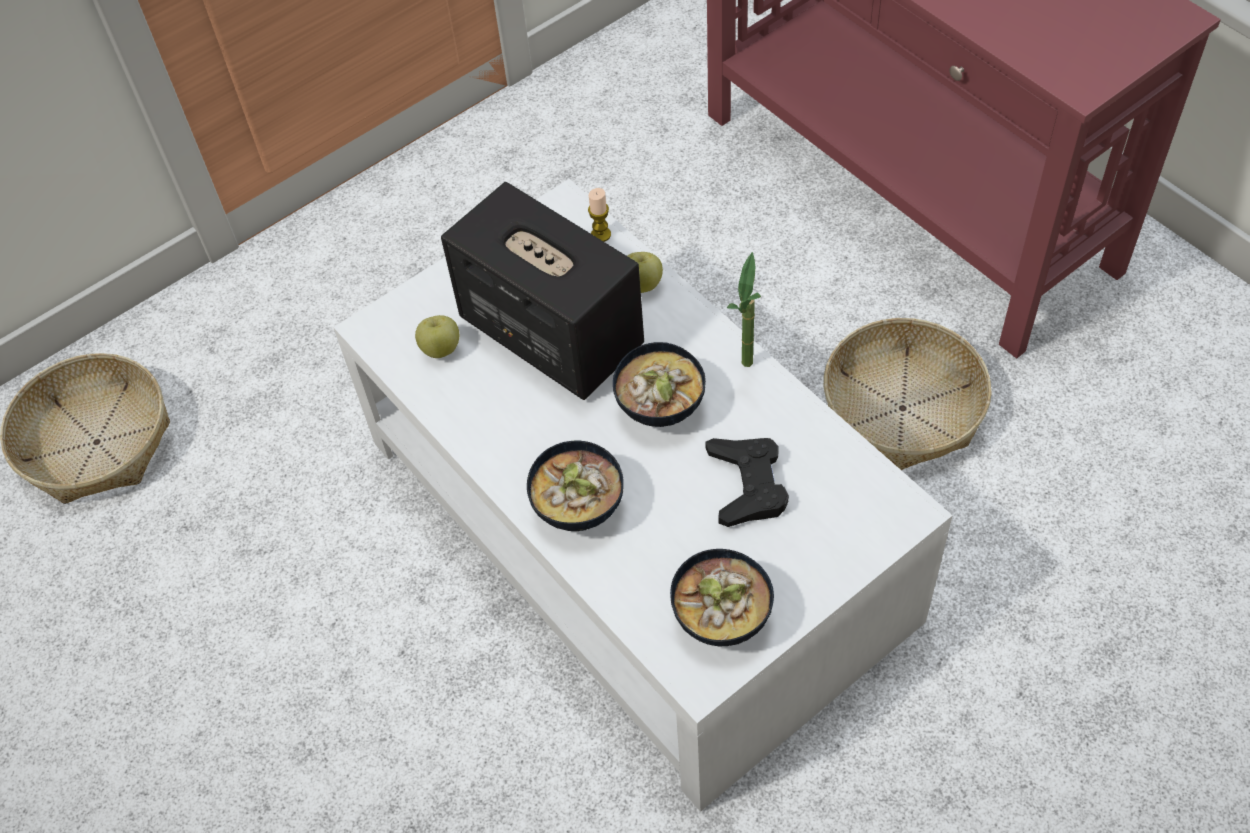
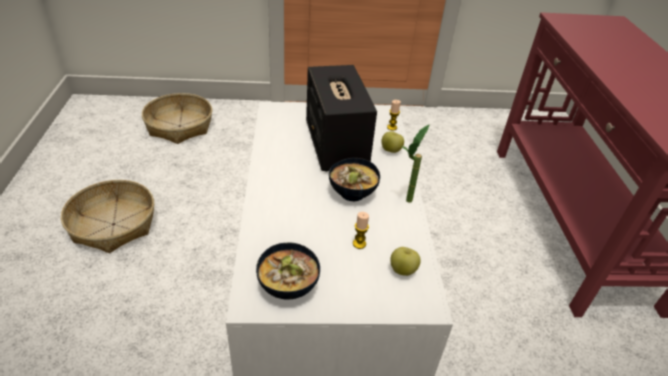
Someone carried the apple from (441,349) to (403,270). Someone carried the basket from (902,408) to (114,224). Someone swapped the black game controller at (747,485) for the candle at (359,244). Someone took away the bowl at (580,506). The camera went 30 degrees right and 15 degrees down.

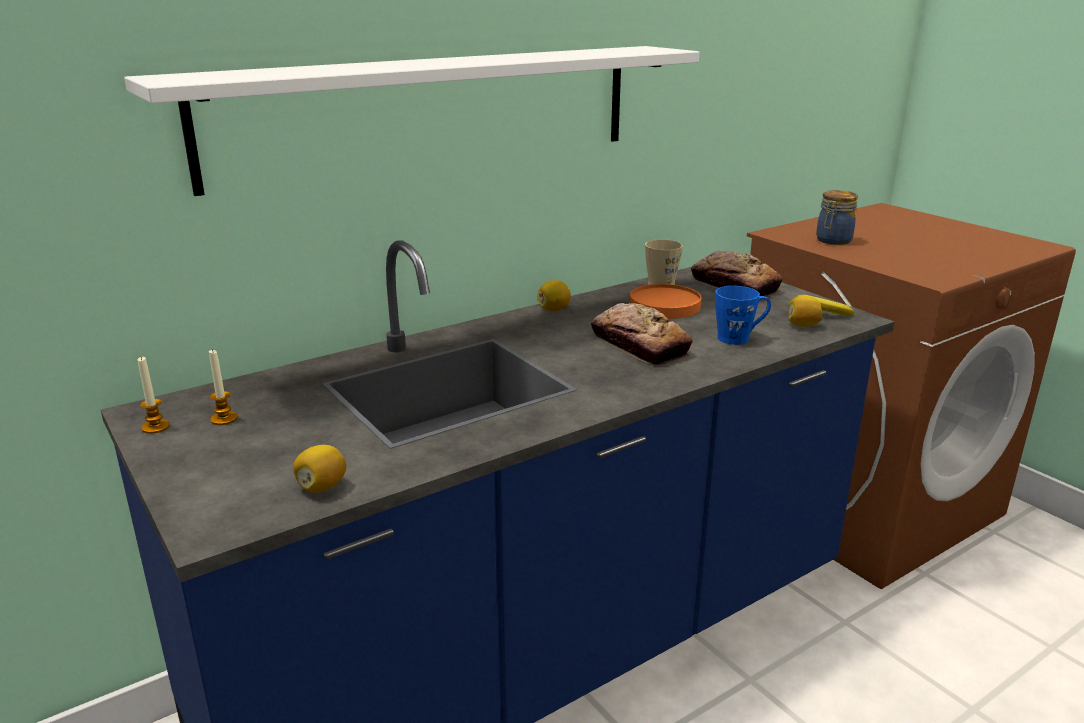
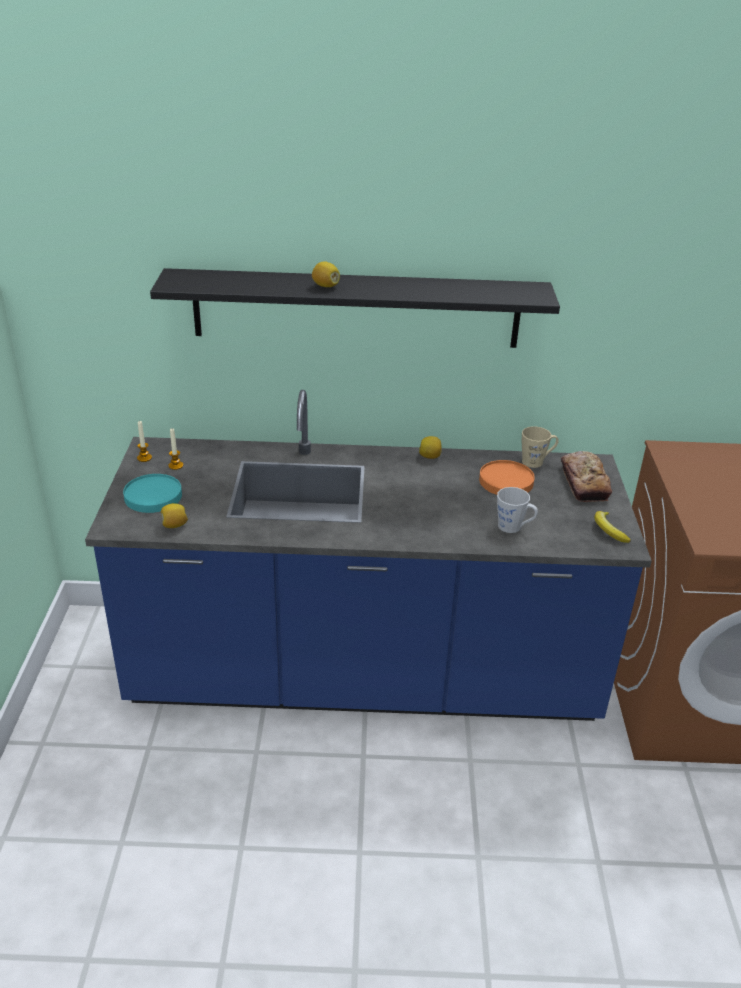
Someone repainted the white shelf at (432,112), which became the black shelf at (356,308). Someone took away the jar at (832,241). Someone repainted the blue mug at (739,338), which became the grey mug at (514,527). Someone carried the lemon from (802,325) to (325,286). Someone took away the bread at (639,345). Someone put down the turquoise plate at (153,496). The camera went 35 degrees right and 10 degrees up.

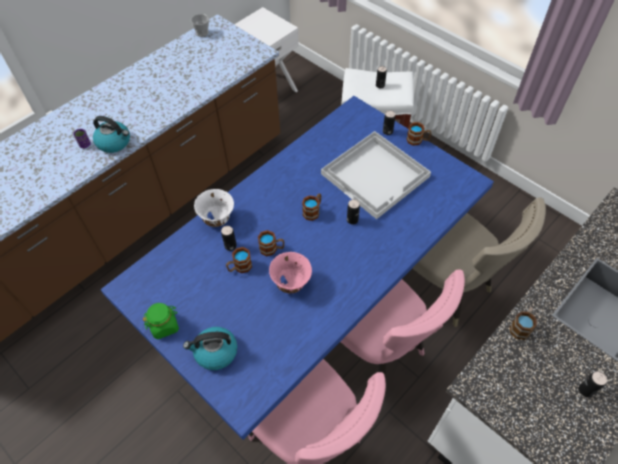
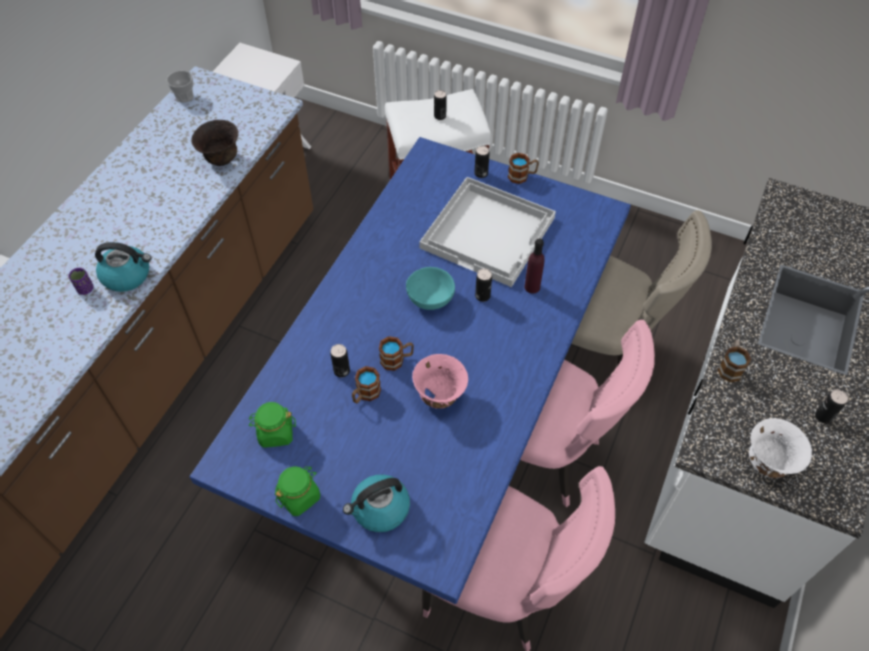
Someone carried the white bowl from (217,219) to (767,462). Someone swapped the mug at (313,211) for the turquoise bowl at (429,298). Someone put down the brown bowl at (221,159). Someone put down the purple bottle at (532,287). Someone put down the green jar at (275,433). The camera went 20 degrees left and 0 degrees up.

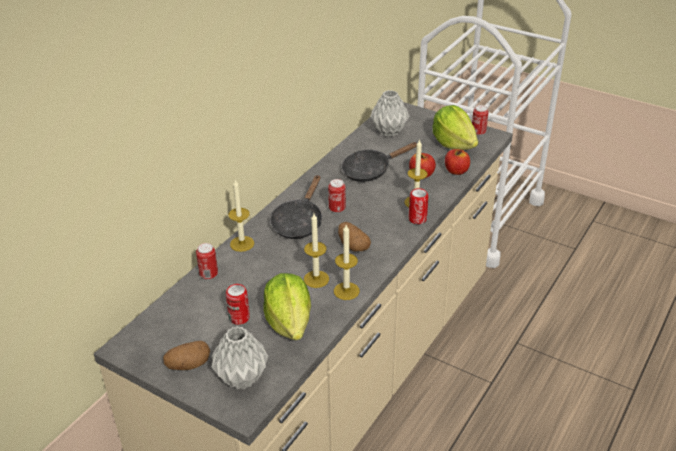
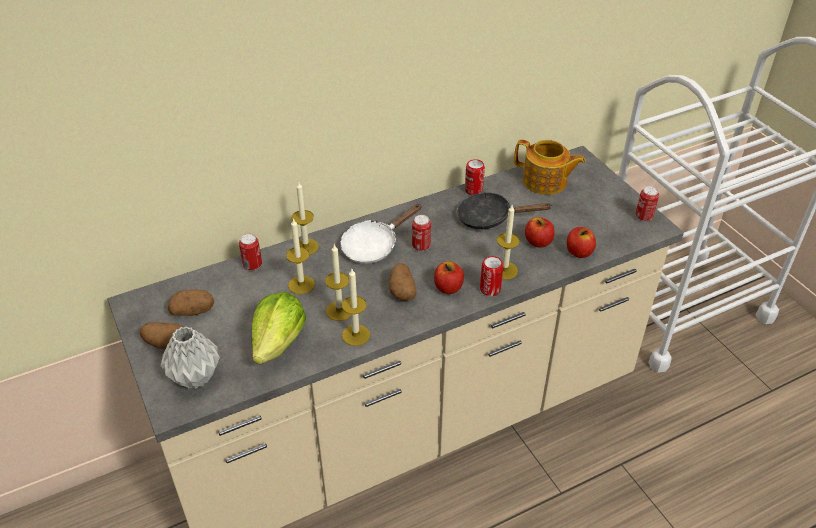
Someone swapped the grey vase at (388,132) for the teapot at (545,182). Someone took away the lettuce at (453,144). Someone repainted the black frying pan at (298,222), which became the white frying pan at (374,246). Someone carried the can from (239,318) to (473,190). Someone put down the candle at (301,285). Someone put down the apple at (448,288). Someone put down the potato at (193,311). The camera went 30 degrees right and 5 degrees up.

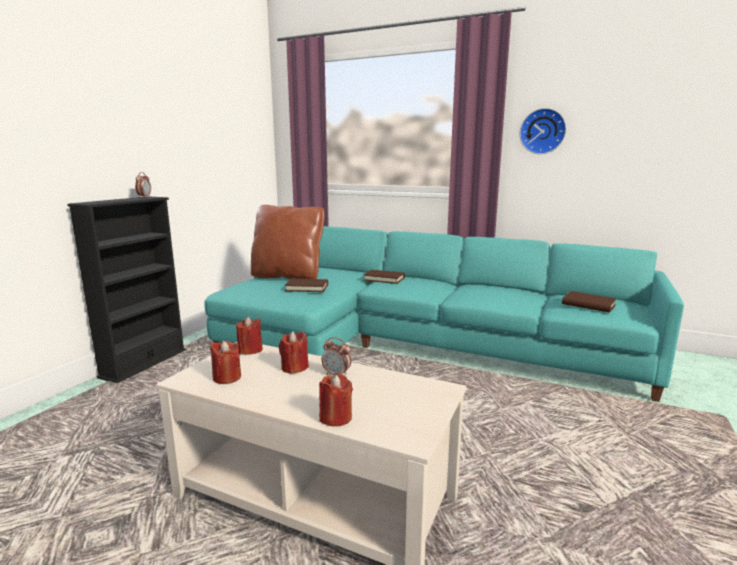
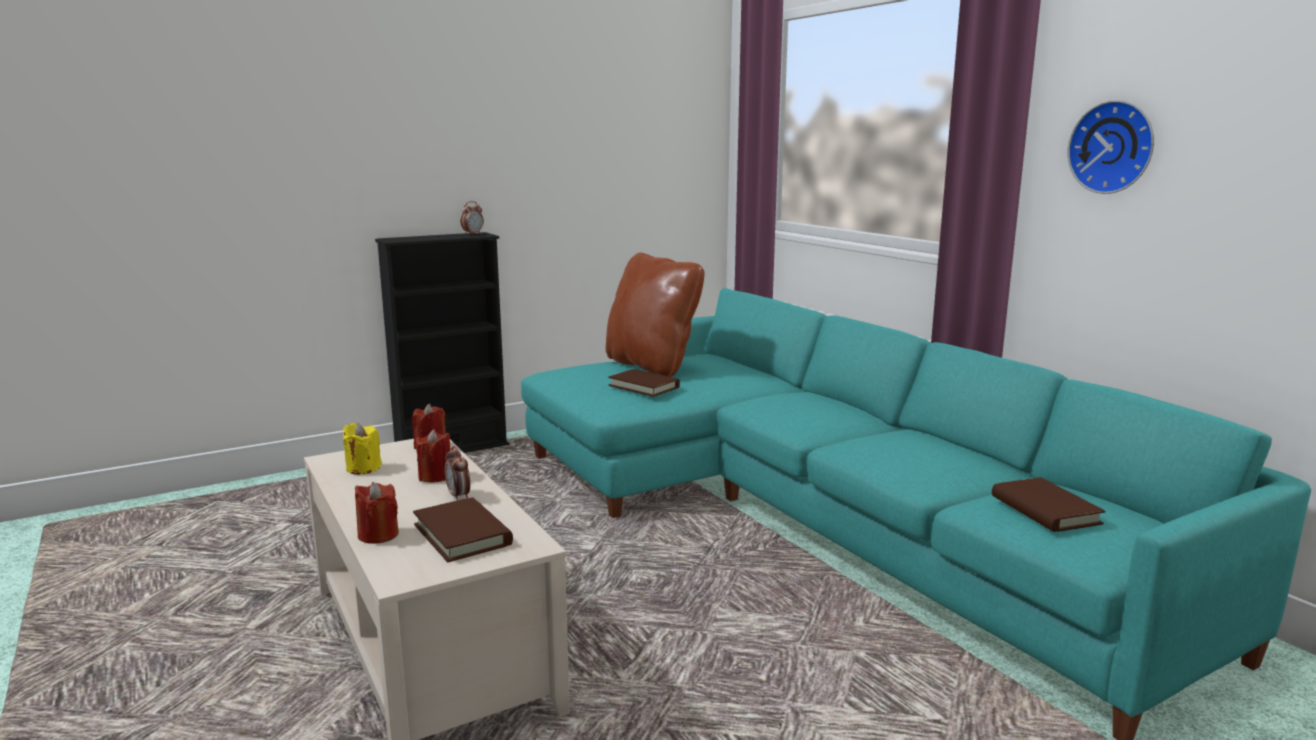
Someone carried the brown book from (384,279) to (462,534). Someone repainted the red candle at (227,377), which became the yellow candle at (363,468). The camera went 35 degrees right and 0 degrees up.

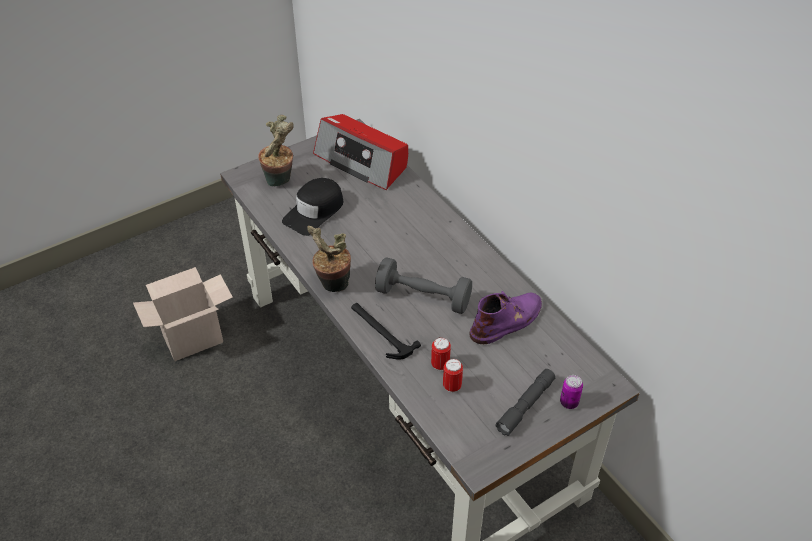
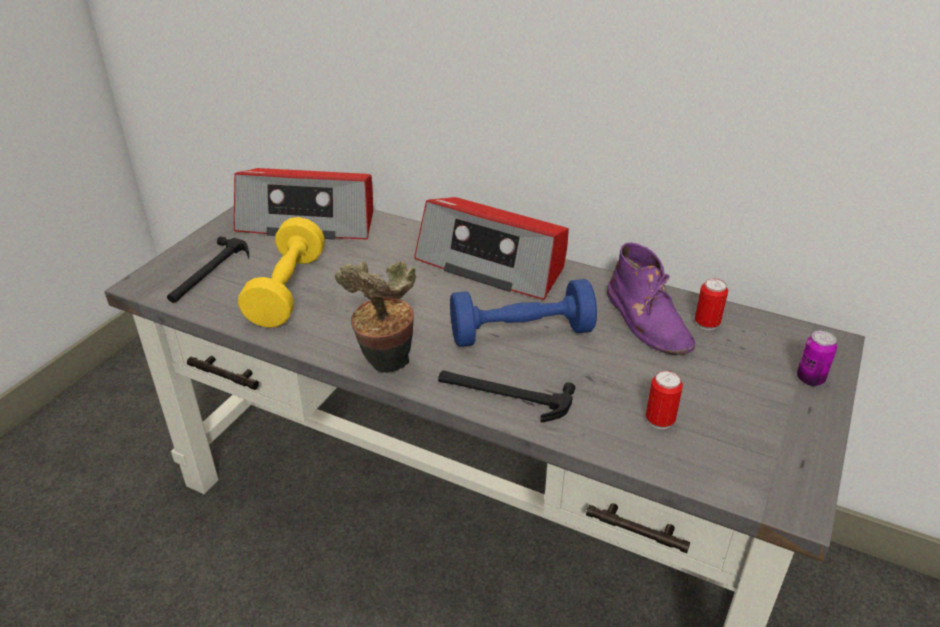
Someone swapped the potted plant at (280,181) for the hammer at (208,273). Someone swapped the black cap at (314,211) for the yellow dumbbell at (287,290). Someone repainted the grey dumbbell at (423,297), which became the blue dumbbell at (521,333). Someone took away the cardboard box at (194,337). Someone rotated the purple boot at (507,321) by 135 degrees clockwise. Someone carried the can from (440,365) to (706,324). Someone took away the grey flashlight at (525,405). Someone put down the radio at (493,264). The camera went 30 degrees left and 10 degrees down.

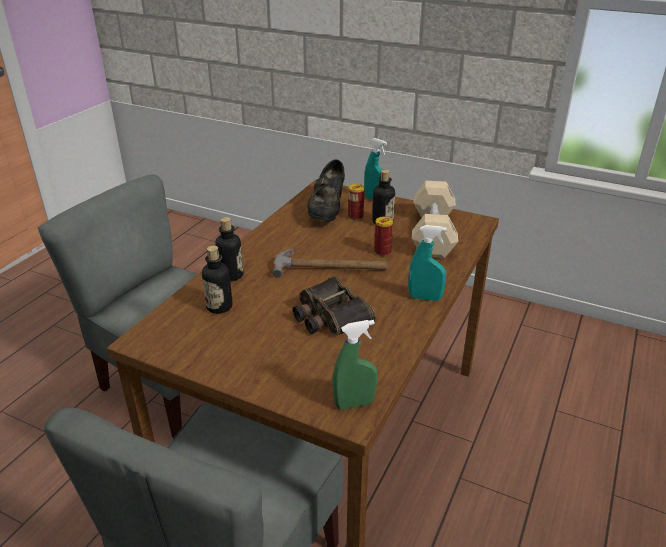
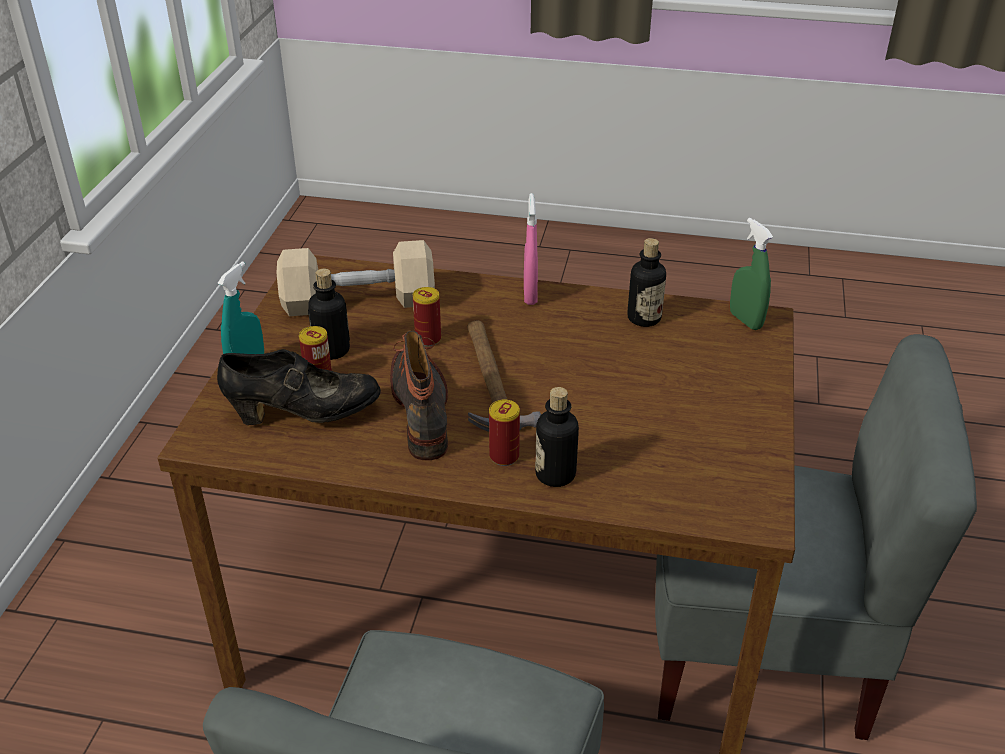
Someone repainted the turquoise spray bottle at (425,298), which became the pink spray bottle at (530,295). Someone carried the bottle from (219,307) to (644,318). Someone took away the binoculars at (329,315). Someone put down the boot at (423,409). Someone put down the can at (504,456). The camera went 105 degrees left and 5 degrees up.

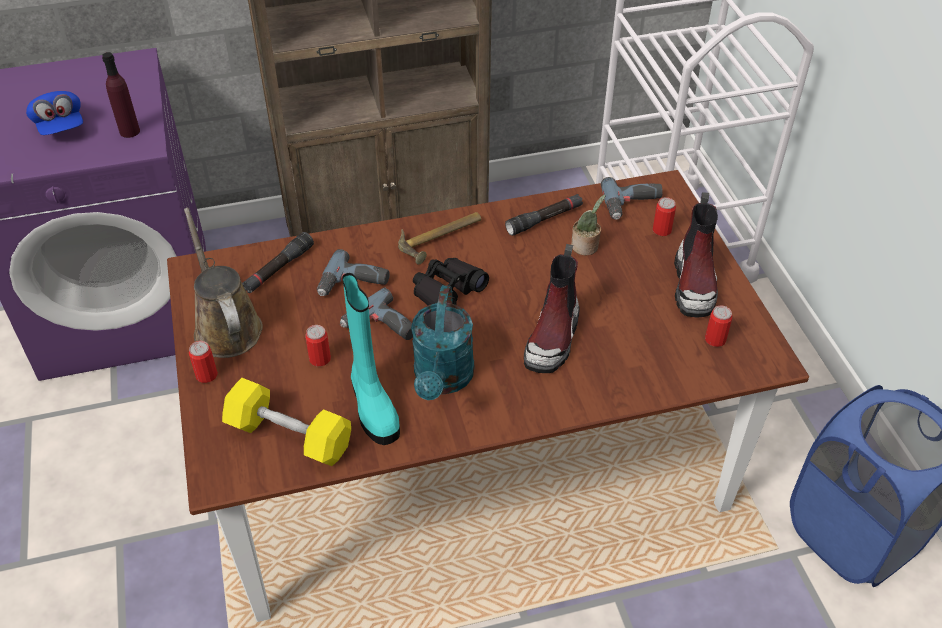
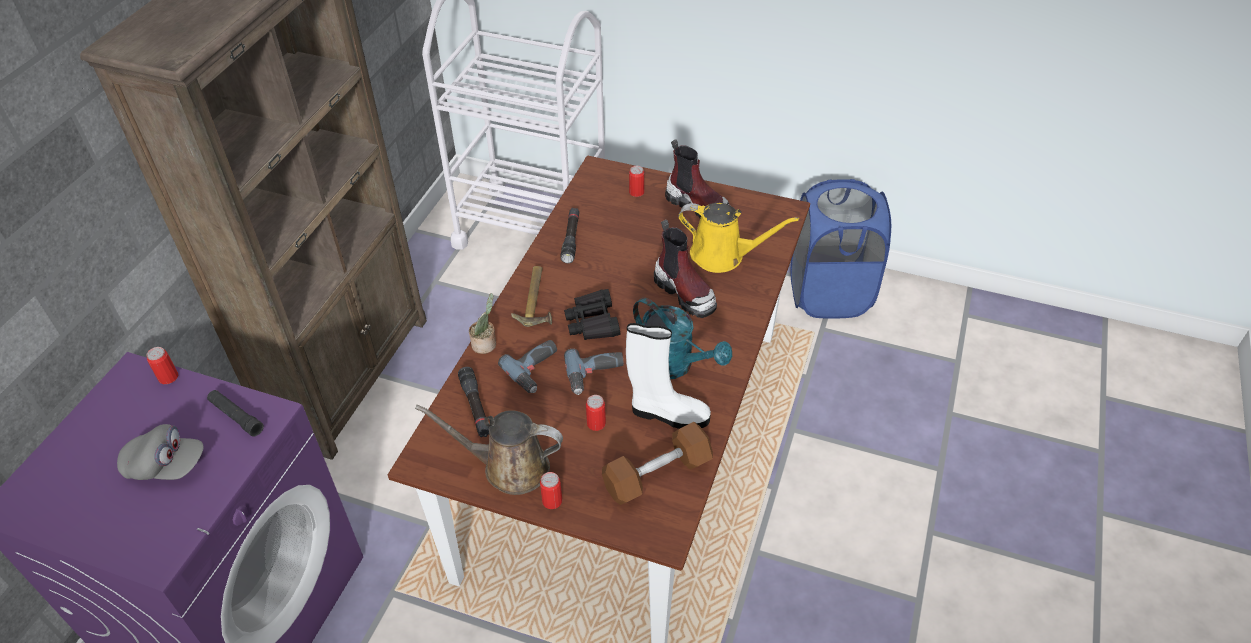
Someone swapped the purple bottle at (129,131) for the black flashlight at (236,417). Someone repainted the blue cap at (60,126), which became the grey cap at (166,466). Someone took away the power drill at (632,205). Someone carried the potted plant from (586,247) to (486,344). Someone repainted the turquoise boot at (372,406), which became the white boot at (667,414). Someone carried the can from (715,339) to (168,377). Someone repainted the yellow dumbbell at (289,436), which became the brown dumbbell at (657,474). Someone put down the yellow watering can at (722,255). The camera went 55 degrees left and 0 degrees up.

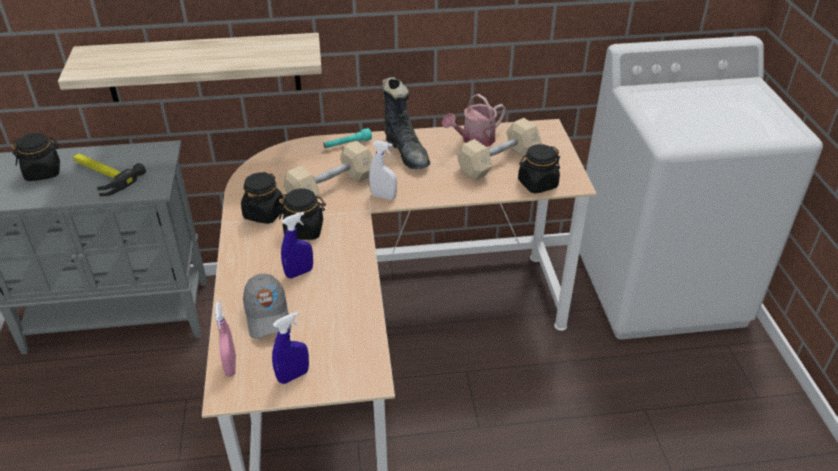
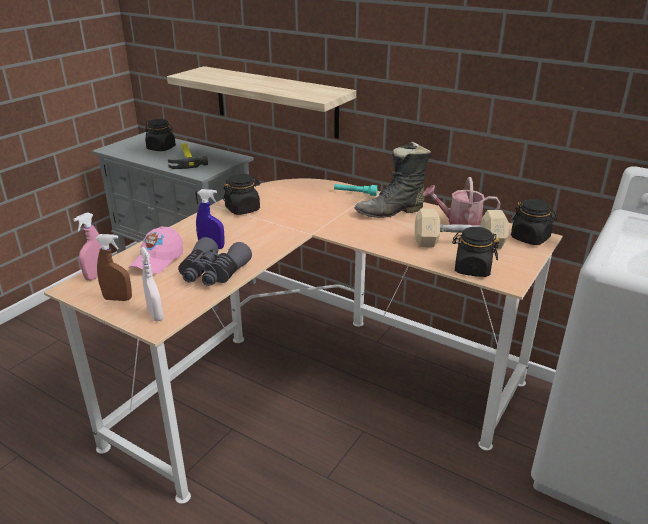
Someone rotated the black boot at (406,152) by 60 degrees clockwise. Someone took away the beige dumbbell at (331,188). Someone carried the white spray bottle from (383,196) to (155,315). Someone carried the black jar from (304,230) to (530,238). Someone repainted the grey cap at (267,315), which became the pink cap at (157,260). Someone repainted the blue spray bottle at (293,376), which became the brown spray bottle at (118,299). Someone put down the grey binoculars at (213,273). The camera went 40 degrees right and 10 degrees down.

